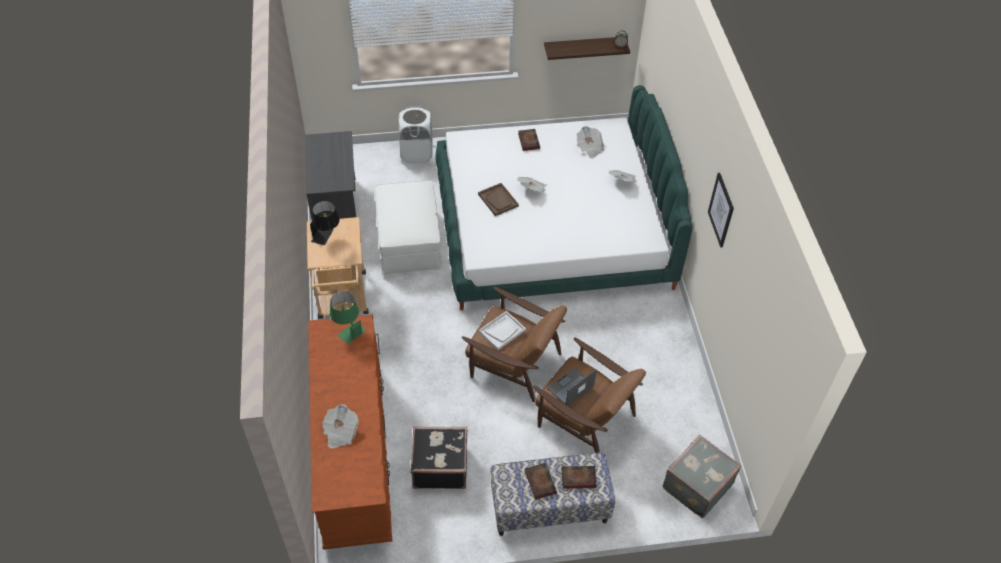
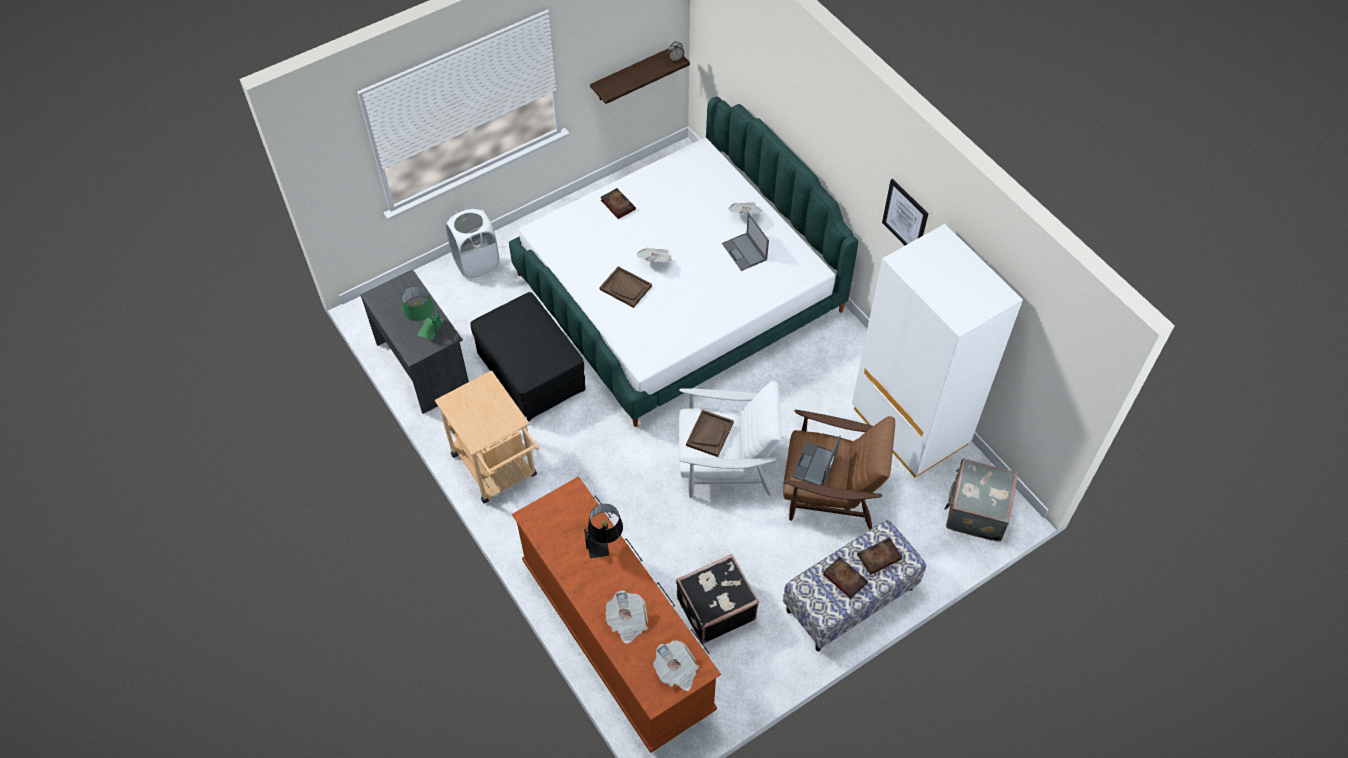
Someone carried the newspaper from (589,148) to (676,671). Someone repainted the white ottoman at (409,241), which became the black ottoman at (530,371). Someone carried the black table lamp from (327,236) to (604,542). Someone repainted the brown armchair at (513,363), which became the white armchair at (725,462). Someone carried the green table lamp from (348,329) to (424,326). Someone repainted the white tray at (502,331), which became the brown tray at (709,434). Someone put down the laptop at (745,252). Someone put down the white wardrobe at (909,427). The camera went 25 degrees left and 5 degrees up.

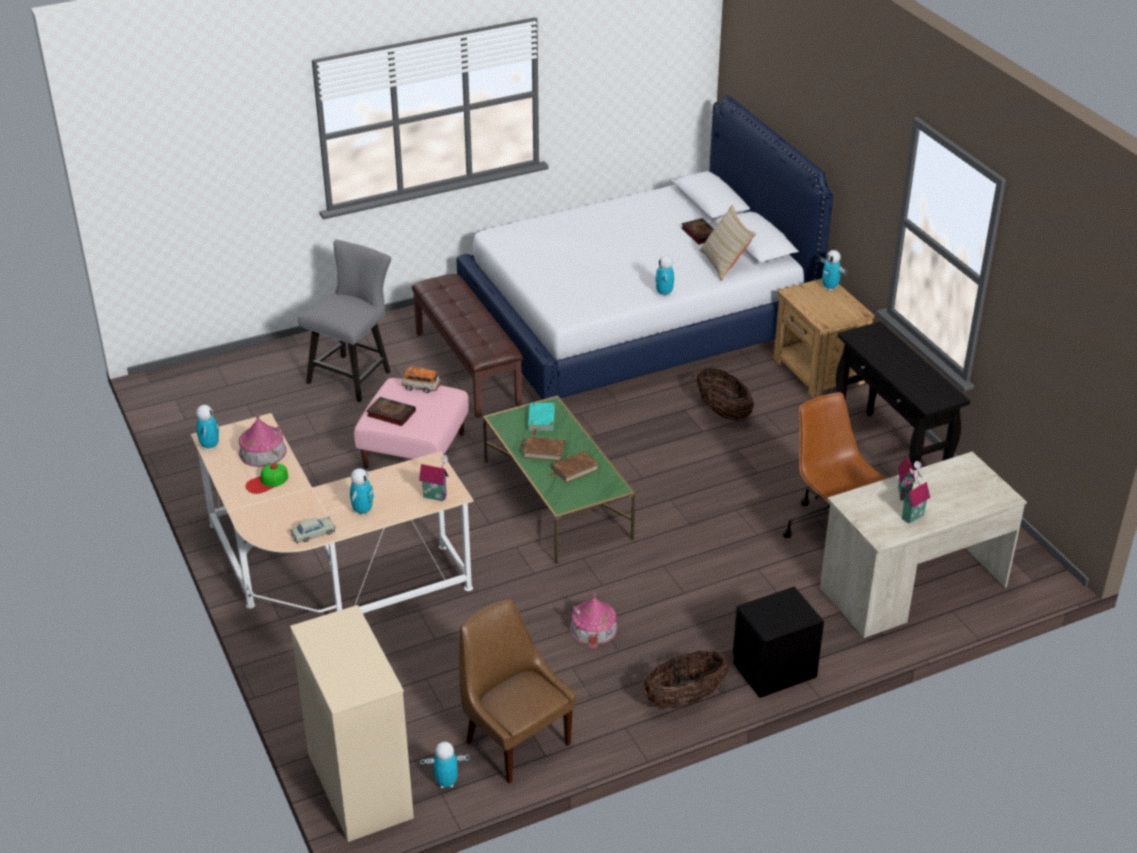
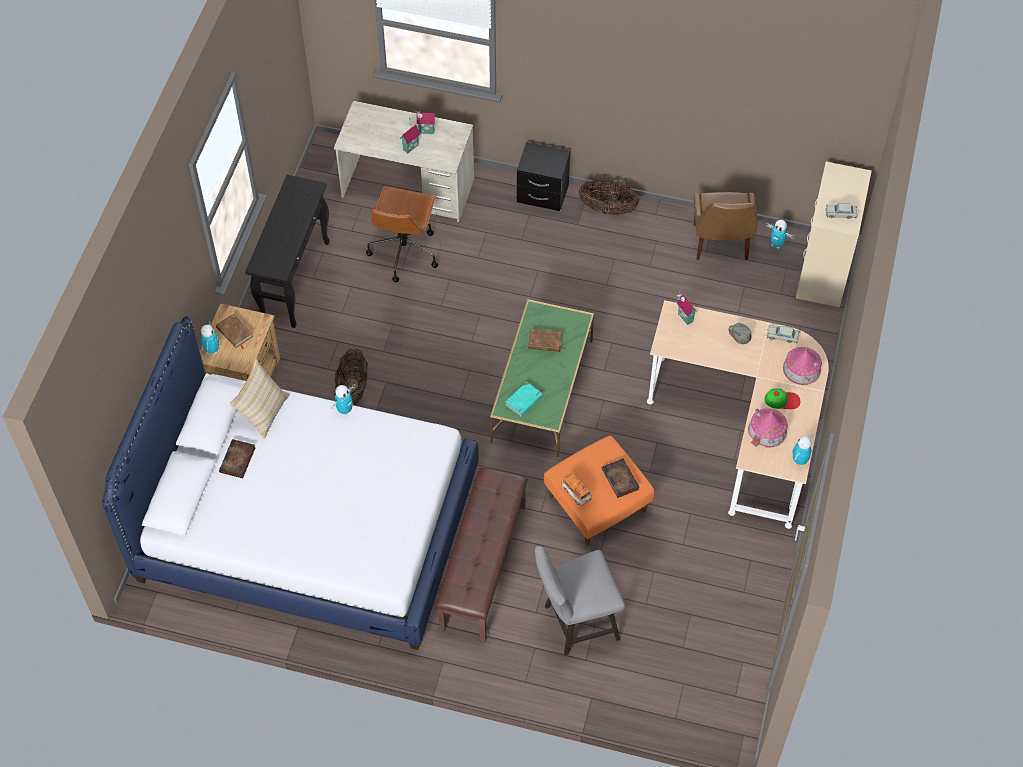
Someone repainted the pink ottoman at (414,450), which became the orange ottoman at (597,504). Someone carried the brown book from (543,451) to (234,332). Someone swapped the toy robot at (362,511) for the grey cap at (739,335). Someone carried the toy house from (593,628) to (801,368). Someone put down the beige toy car at (841,214). The camera went 140 degrees left and 20 degrees up.

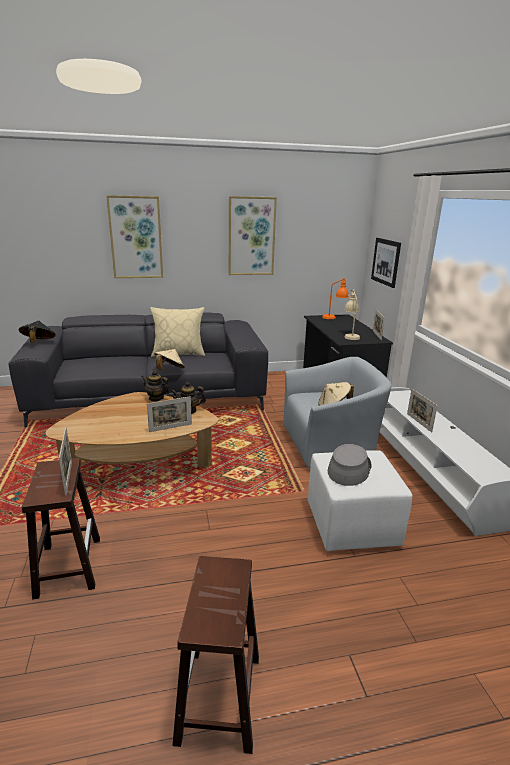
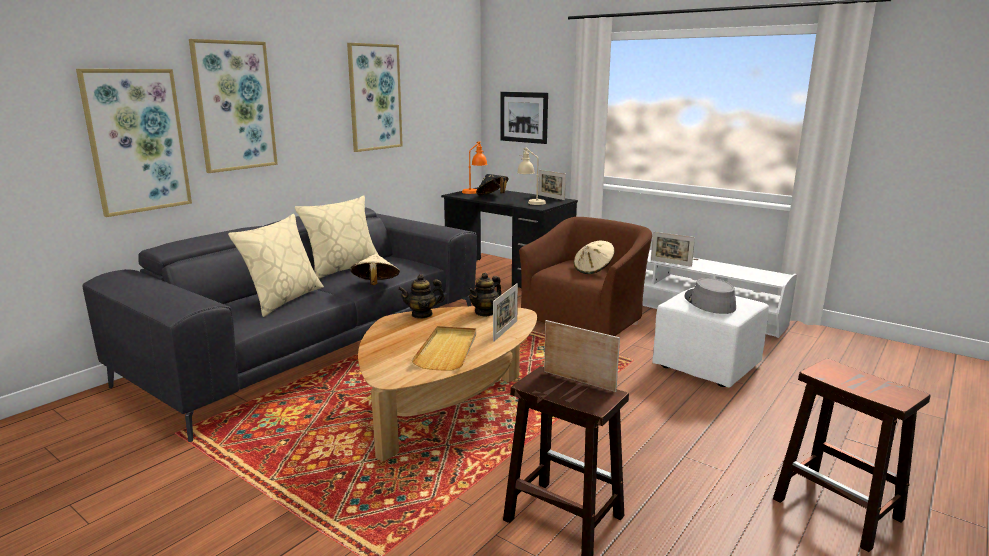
Someone carried the black hat from (38,342) to (492,196). Someone repainted the grey armchair at (329,445), which became the brown armchair at (585,320). Someone put up the picture at (137,141). Someone put down the beige pillow at (283,299). Someone put down the beige tray at (447,350). The camera went 40 degrees left and 5 degrees down.

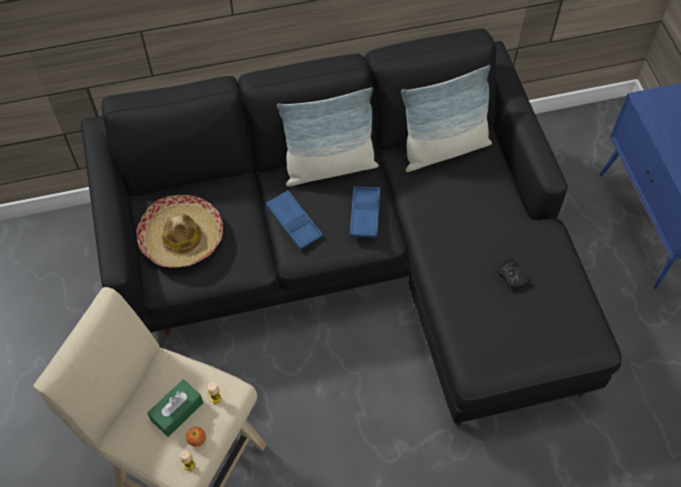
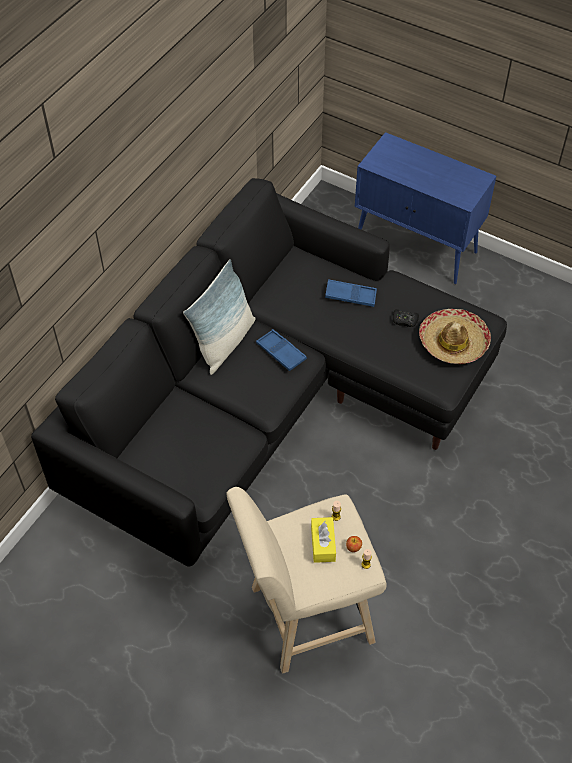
Someone took away the pillow at (444,149). Someone carried the blue tray from (294,222) to (350,296). Someone carried the hat from (182,237) to (453,342). Someone repainted the green tissue box at (177,411), which became the yellow tissue box at (323,543). The camera went 45 degrees left and 5 degrees down.

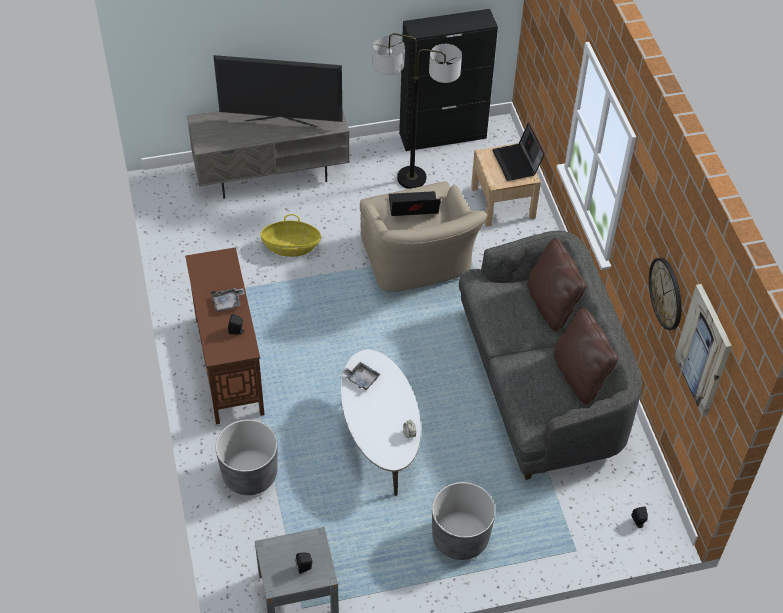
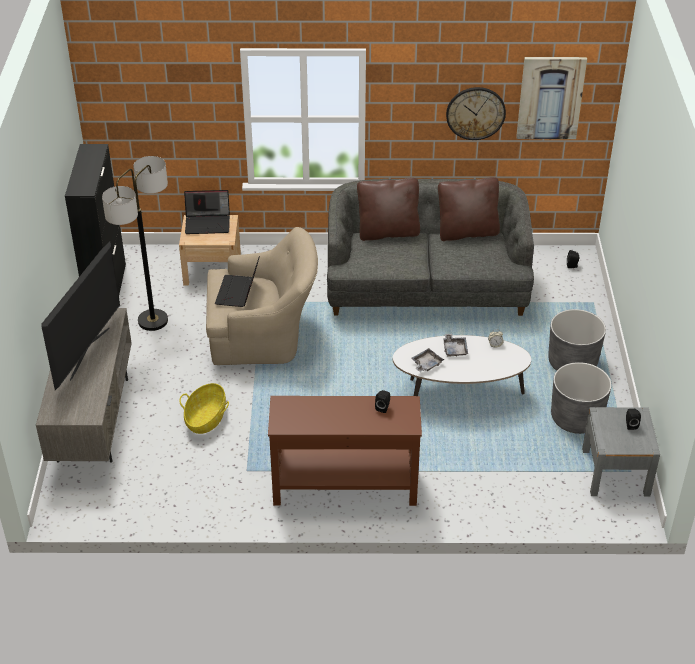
Someone carried the grey tray from (228,303) to (454,349). Someone carried the grey planter from (249,474) to (576,418). The camera went 75 degrees left and 10 degrees down.

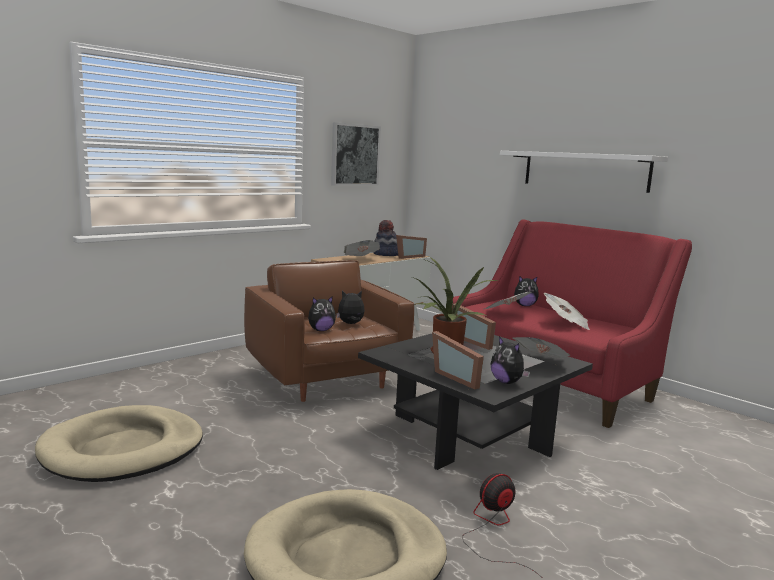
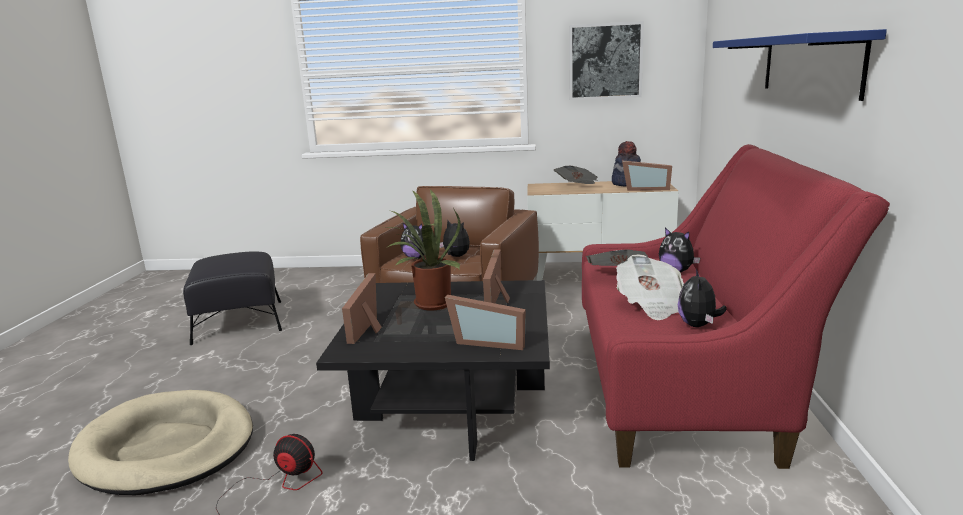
Someone repainted the white shelf at (584,171), which became the blue shelf at (810,64). Someone carried the plush toy from (507,382) to (698,325). Someone swapped the newspaper at (541,363) for the picture frame at (488,341). Someone swapped the beige dog bed at (123,449) for the black ottoman at (238,322). The camera went 50 degrees right and 5 degrees up.

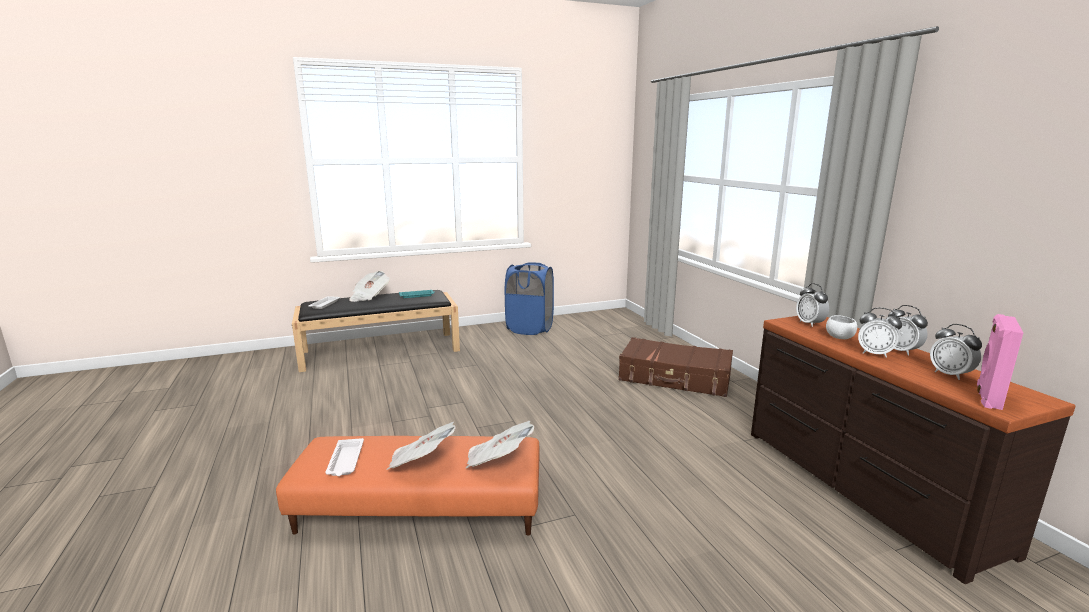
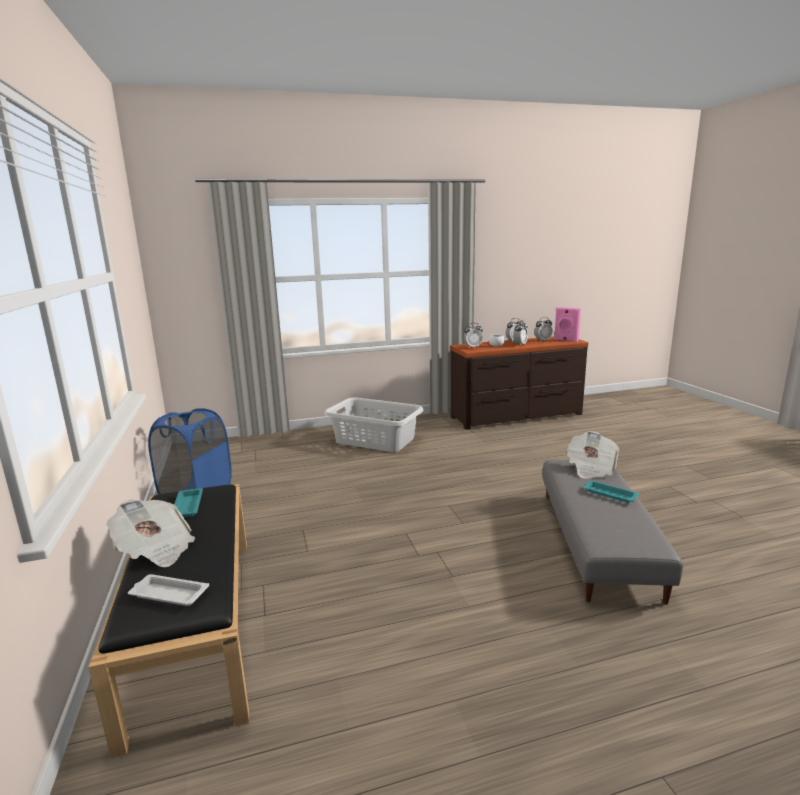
Someone swapped the brown suitcase at (675,378) for the grey laundry basket at (375,440). Someone swapped the newspaper at (421,462) for the turquoise tray at (609,494). Someone repainted the orange ottoman at (421,506), which became the grey ottoman at (595,541). Someone took away the white tray at (345,461). The camera went 85 degrees left and 0 degrees up.

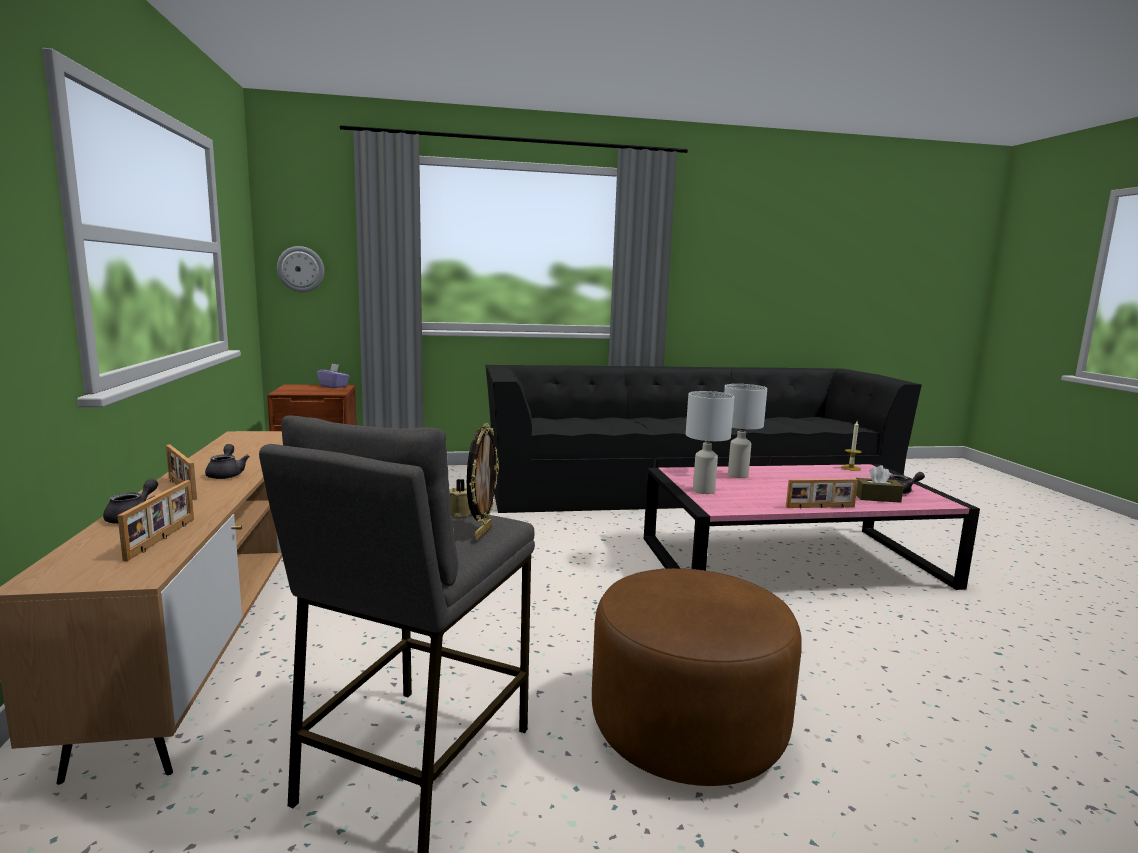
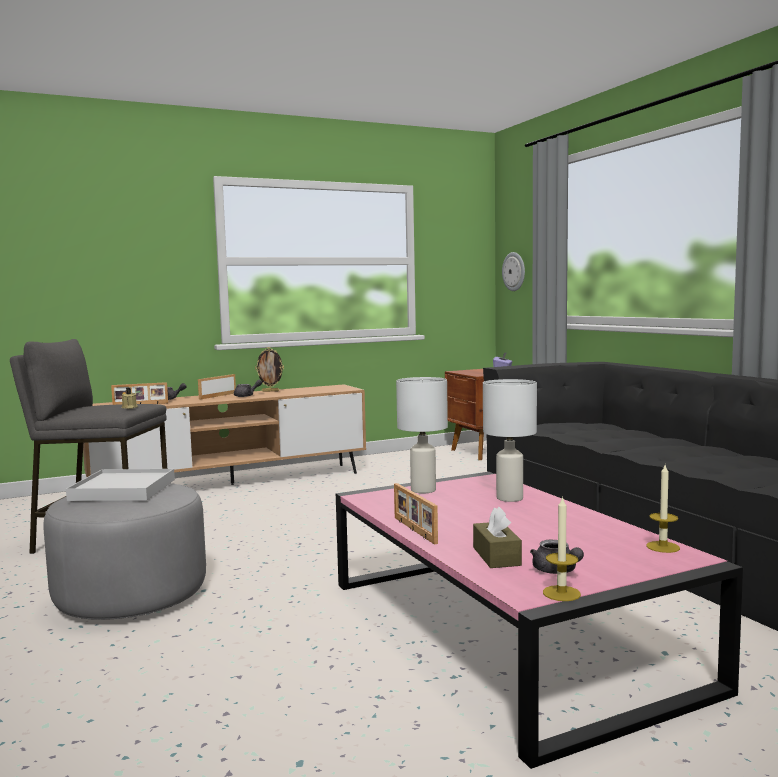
Someone carried the picture frame from (482,532) to (270,391). Someone repainted the brown ottoman at (687,727), which became the grey ottoman at (131,596). Someone put down the white tray at (123,490). Someone put down the candle at (561,593). The camera went 75 degrees right and 5 degrees down.

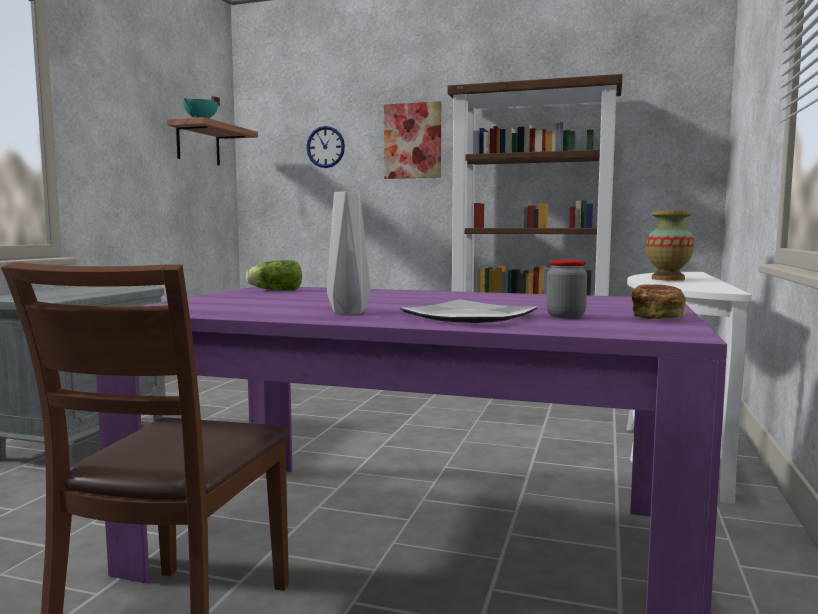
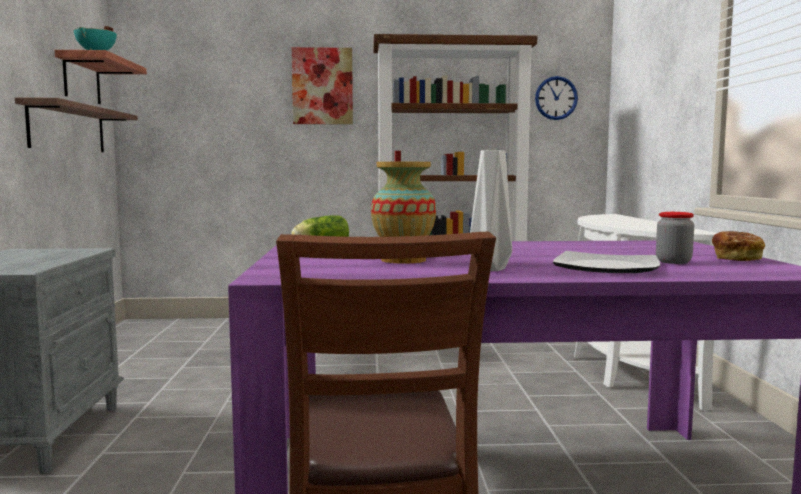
Someone carried the wall clock from (325,147) to (556,98). Someone carried the vase from (668,279) to (403,260). Someone put up the shelf at (68,129). The camera went 20 degrees left and 0 degrees up.

